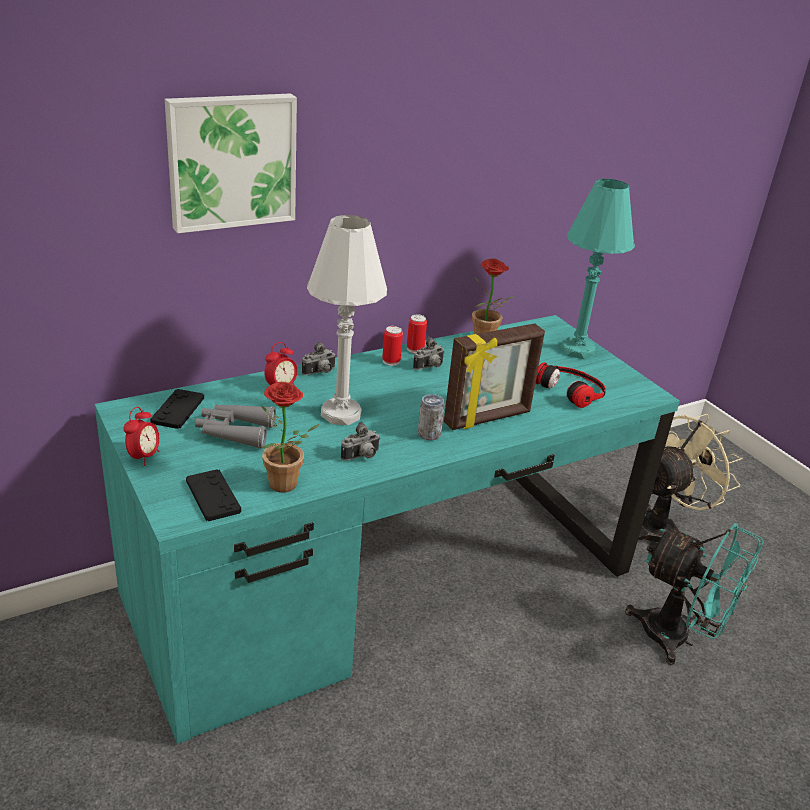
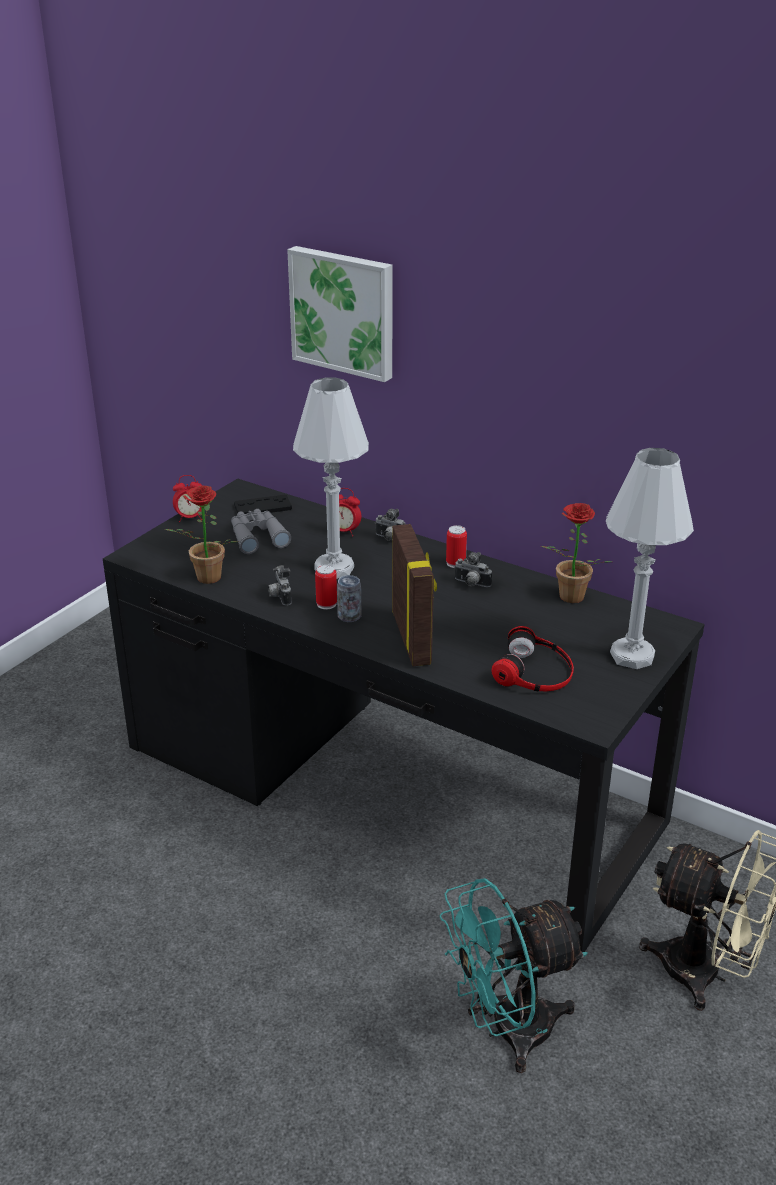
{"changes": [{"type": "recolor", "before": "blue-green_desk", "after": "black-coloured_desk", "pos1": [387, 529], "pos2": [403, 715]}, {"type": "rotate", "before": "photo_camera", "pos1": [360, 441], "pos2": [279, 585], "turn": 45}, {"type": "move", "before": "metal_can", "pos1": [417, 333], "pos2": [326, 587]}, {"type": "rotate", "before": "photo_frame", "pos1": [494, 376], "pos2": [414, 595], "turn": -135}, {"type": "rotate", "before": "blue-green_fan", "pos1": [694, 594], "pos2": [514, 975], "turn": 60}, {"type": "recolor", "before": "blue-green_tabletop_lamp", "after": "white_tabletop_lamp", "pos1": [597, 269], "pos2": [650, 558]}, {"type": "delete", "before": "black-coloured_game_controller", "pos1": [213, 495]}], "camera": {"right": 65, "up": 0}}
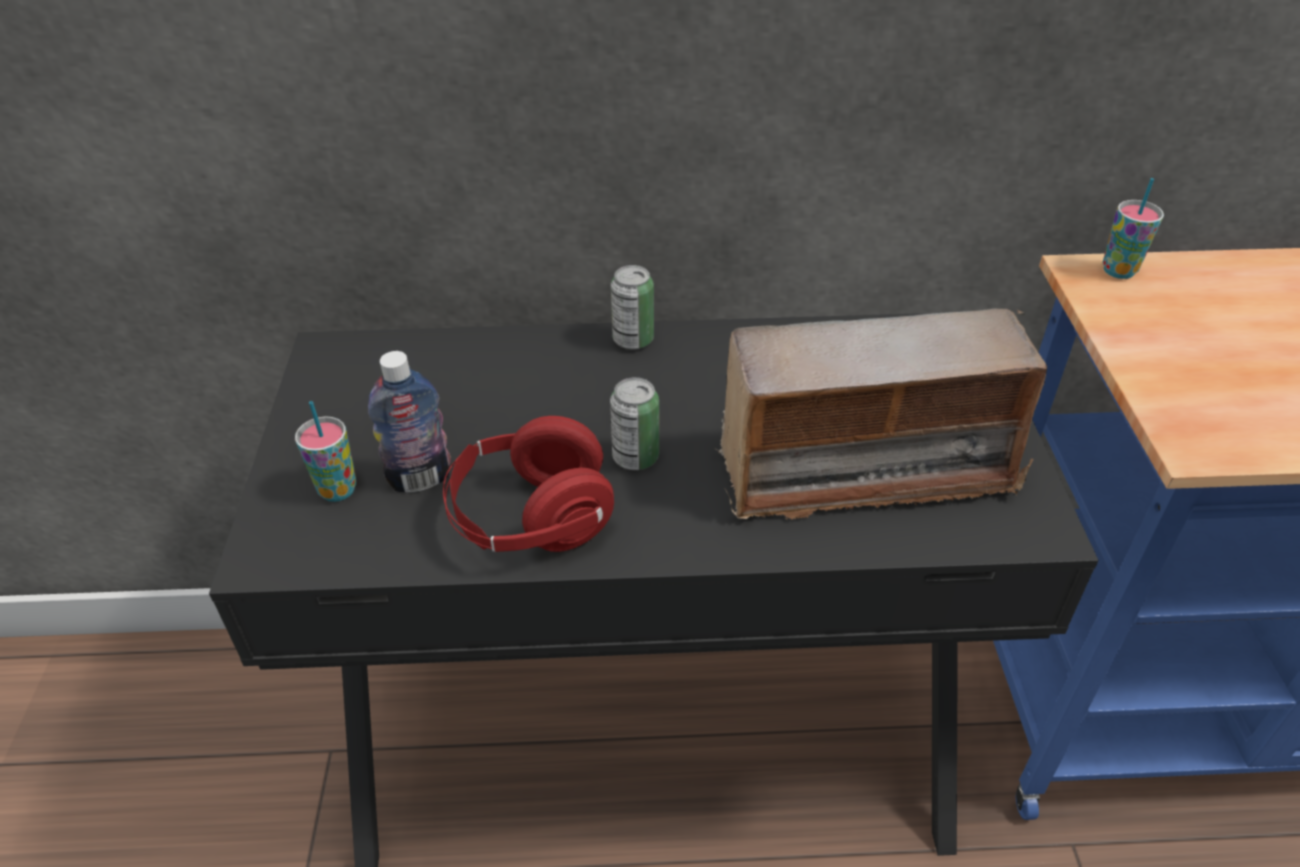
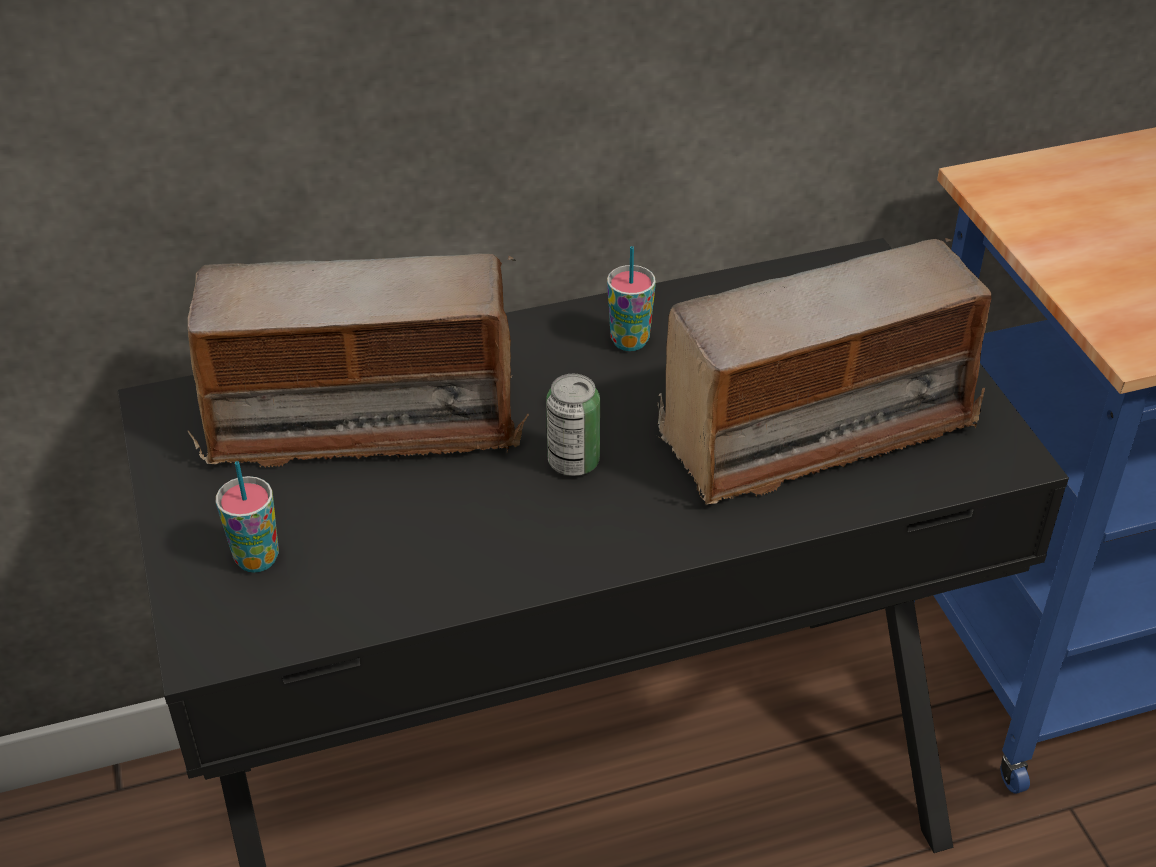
{"changes": [{"type": "insert", "after": "radio_set", "pos2": [358, 360]}, {"type": "move", "before": "small_cup", "pos1": [1133, 228], "pos2": [631, 298]}, {"type": "delete", "before": "beverage_bottle", "pos1": [409, 421]}, {"type": "delete", "before": "red_headphones", "pos1": [528, 484]}, {"type": "delete", "before": "metal_can", "pos1": [632, 307]}], "camera": {"right": -15, "up": 0}}
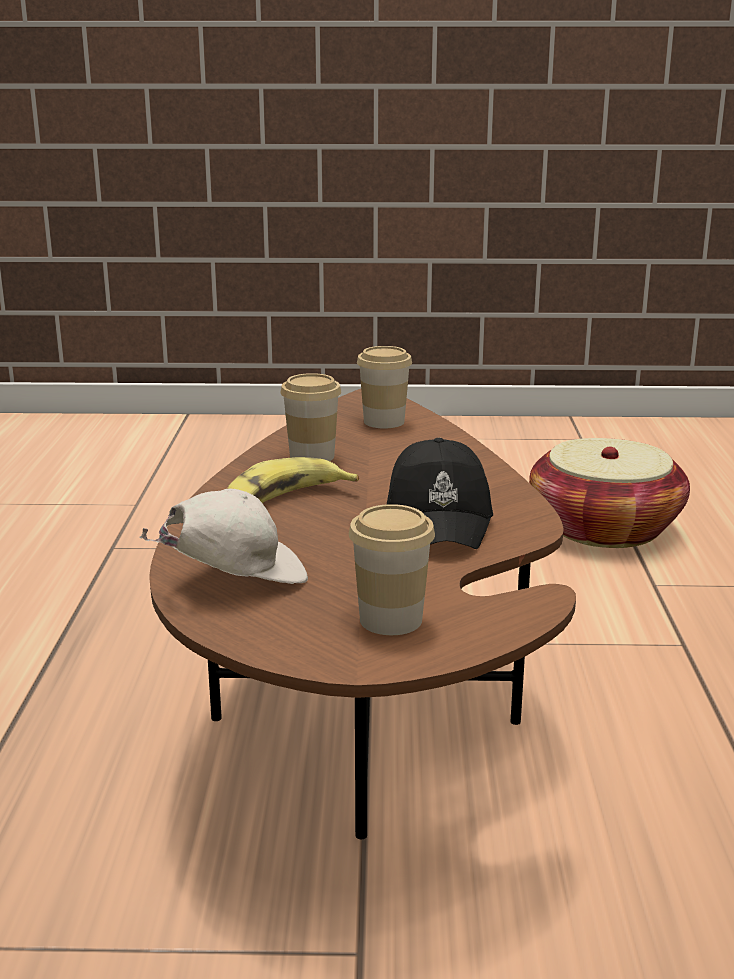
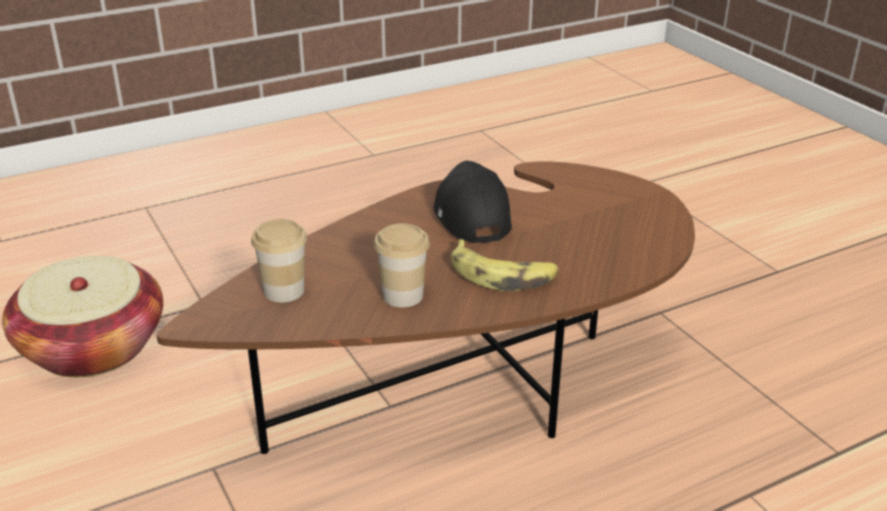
{"changes": [{"type": "rotate", "before": "black-coloured_cap", "pos1": [439, 493], "pos2": [472, 202], "turn": -75}, {"type": "delete", "before": "white_cap", "pos1": [223, 536]}, {"type": "delete", "before": "small_cup", "pos1": [392, 569]}], "camera": {"right": -120, "up": 10}}
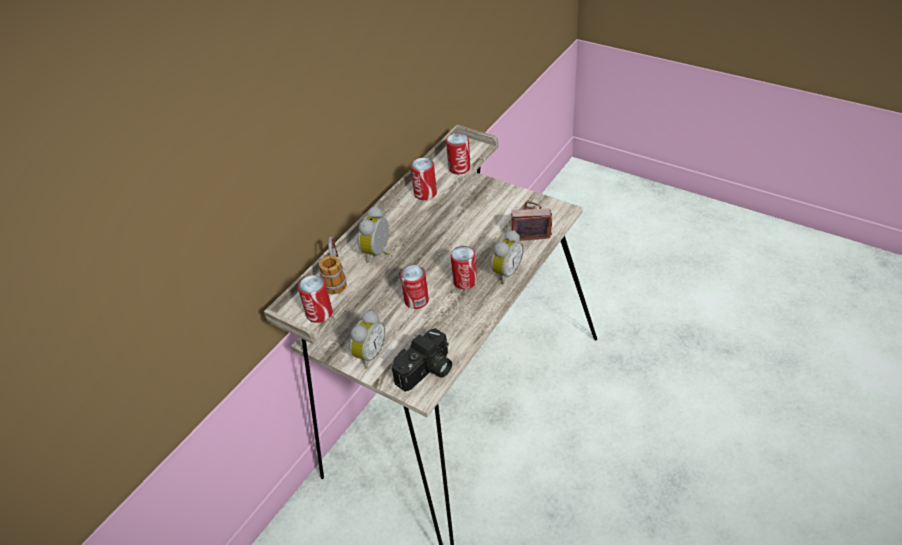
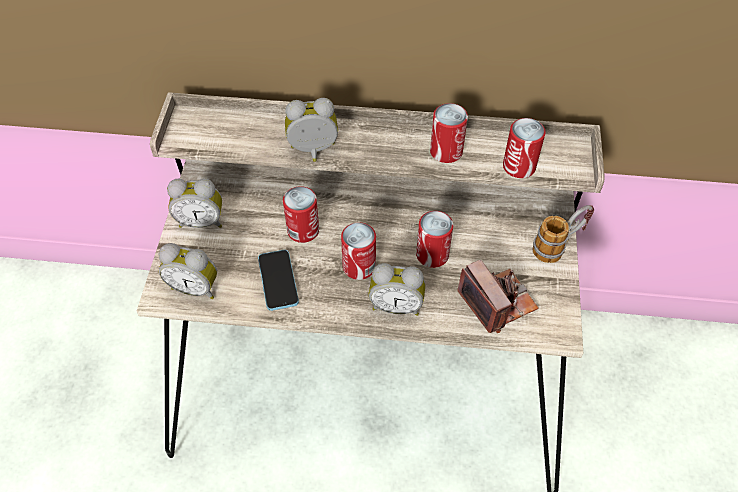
{"changes": [{"type": "replace", "before": "photo_camera", "after": "table_clock", "pos1": [422, 360], "pos2": [188, 271]}, {"type": "insert", "after": "telephone", "pos2": [278, 280]}, {"type": "move", "before": "metal_can", "pos1": [315, 299], "pos2": [434, 239]}, {"type": "move", "before": "mug", "pos1": [333, 265], "pos2": [563, 234]}], "camera": {"right": 60, "up": 10}}
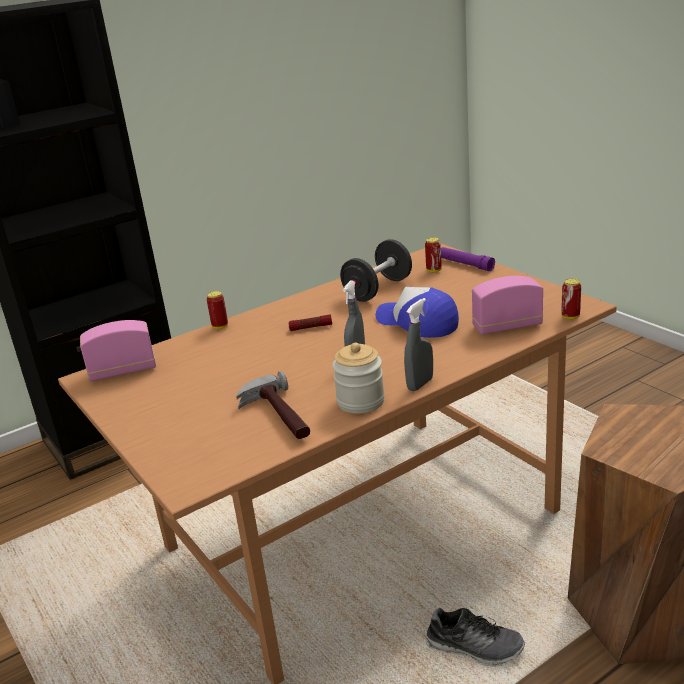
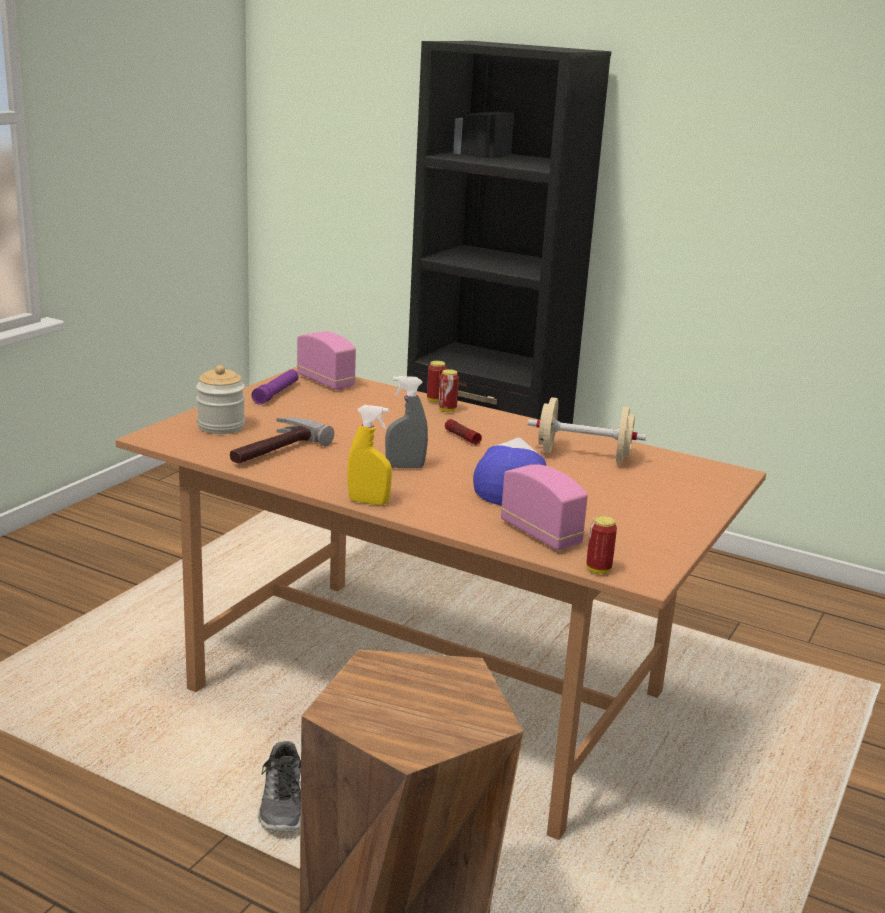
{"changes": [{"type": "move", "before": "preserve_jar", "pos1": [358, 378], "pos2": [220, 399]}, {"type": "move", "before": "purple_torch", "pos1": [468, 259], "pos2": [275, 387]}, {"type": "recolor", "before": "gray_hand_sprayer", "after": "yellow_hand_sprayer", "pos1": [418, 344], "pos2": [369, 455]}, {"type": "move", "before": "metal_can", "pos1": [433, 255], "pos2": [449, 390]}, {"type": "recolor", "before": "black-coloured_hand_weight", "after": "sand-coloured_hand_weight", "pos1": [376, 270], "pos2": [587, 430]}], "camera": {"right": 60, "up": -5}}
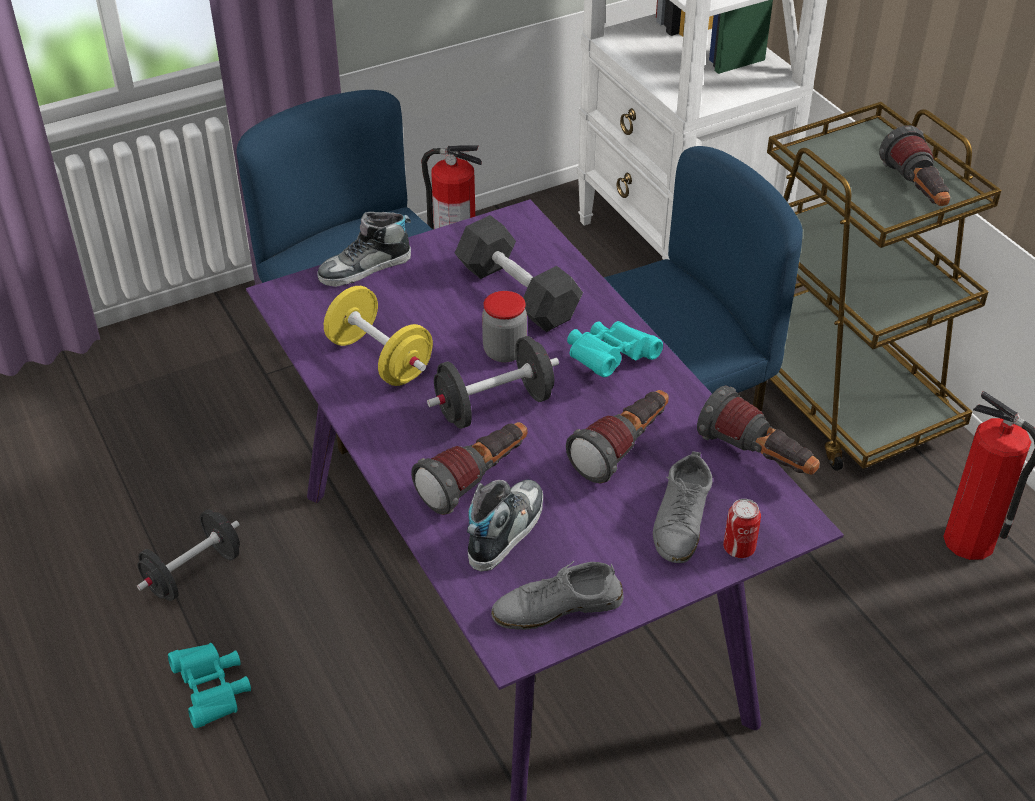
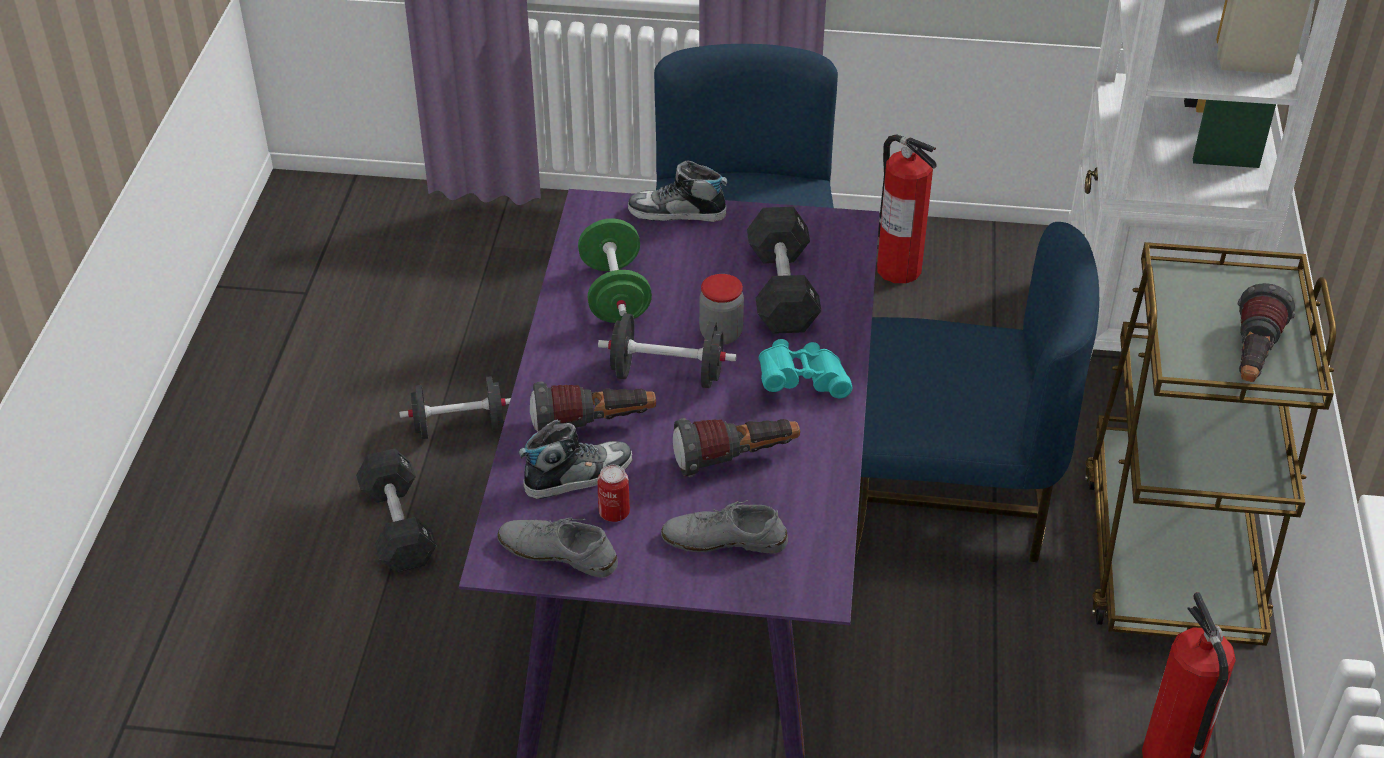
{"changes": [{"type": "replace", "before": "blue-green_pair_of_binoculars", "after": "black-coloured_hand_weight", "pos1": [209, 685], "pos2": [396, 511]}, {"type": "recolor", "before": "yellow_hand_weight", "after": "green-coloured_hand_weight", "pos1": [378, 336], "pos2": [615, 271]}, {"type": "move", "before": "metal_can", "pos1": [742, 528], "pos2": [613, 493]}, {"type": "rotate", "before": "gray_item_of_footwear", "pos1": [683, 507], "pos2": [724, 526], "turn": 45}, {"type": "delete", "before": "torch", "pos1": [758, 430]}], "camera": {"right": 35, "up": 0}}
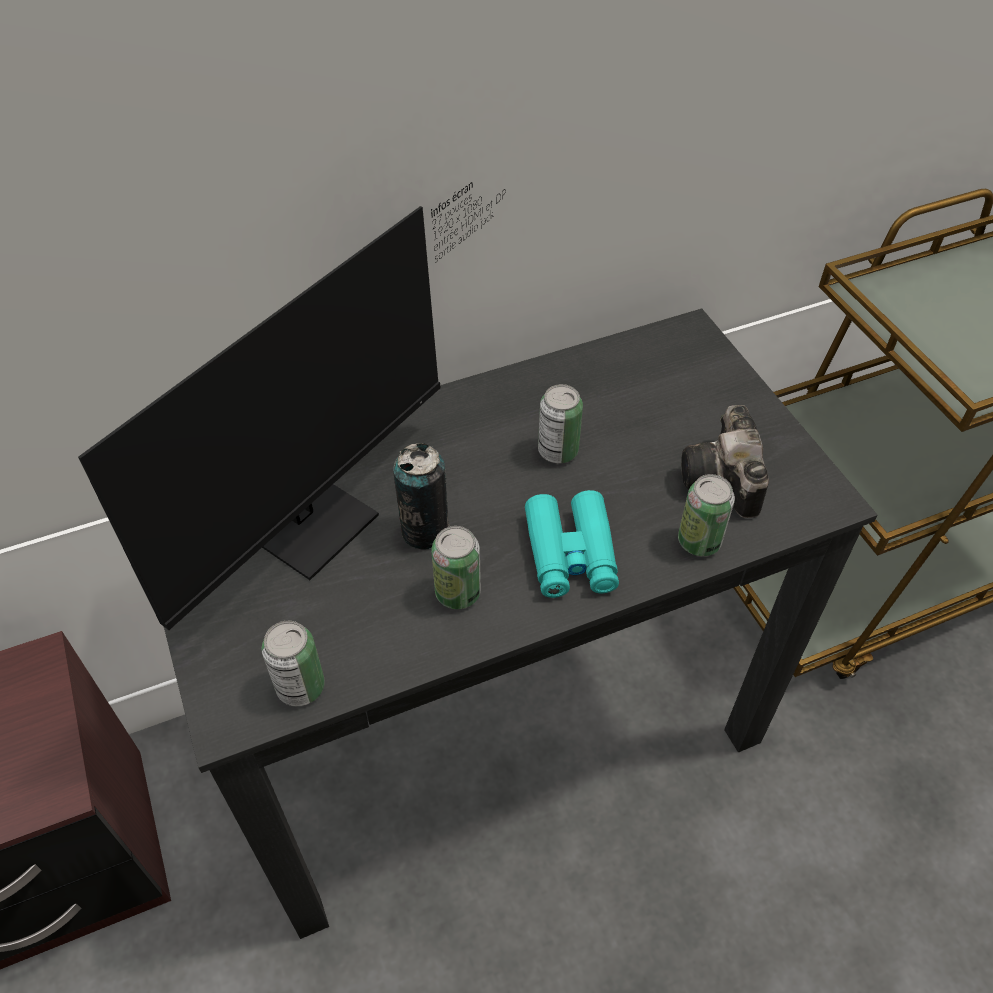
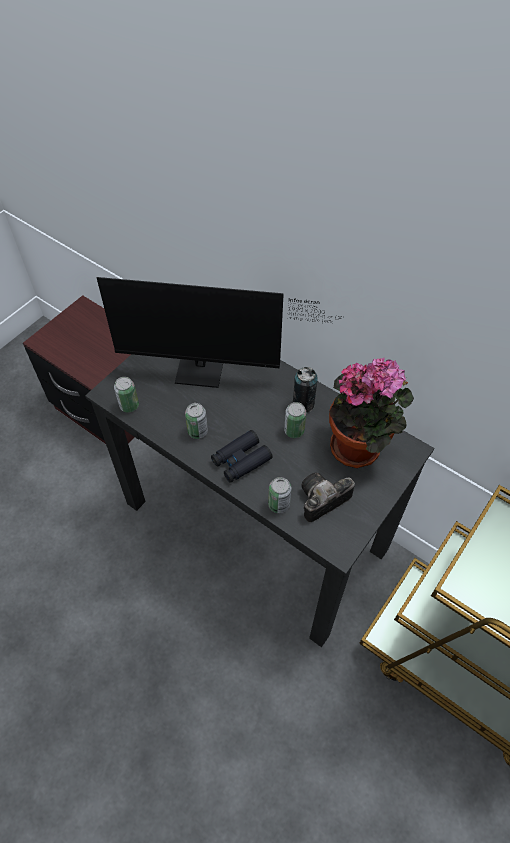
{"changes": [{"type": "recolor", "before": "blue-green_pair_of_binoculars", "after": "black-coloured_pair_of_binoculars", "pos1": [572, 544], "pos2": [242, 456]}, {"type": "move", "before": "metal_can", "pos1": [421, 496], "pos2": [305, 390]}, {"type": "insert", "after": "potted_plant", "pos2": [371, 413]}], "camera": {"right": 60, "up": 5}}
